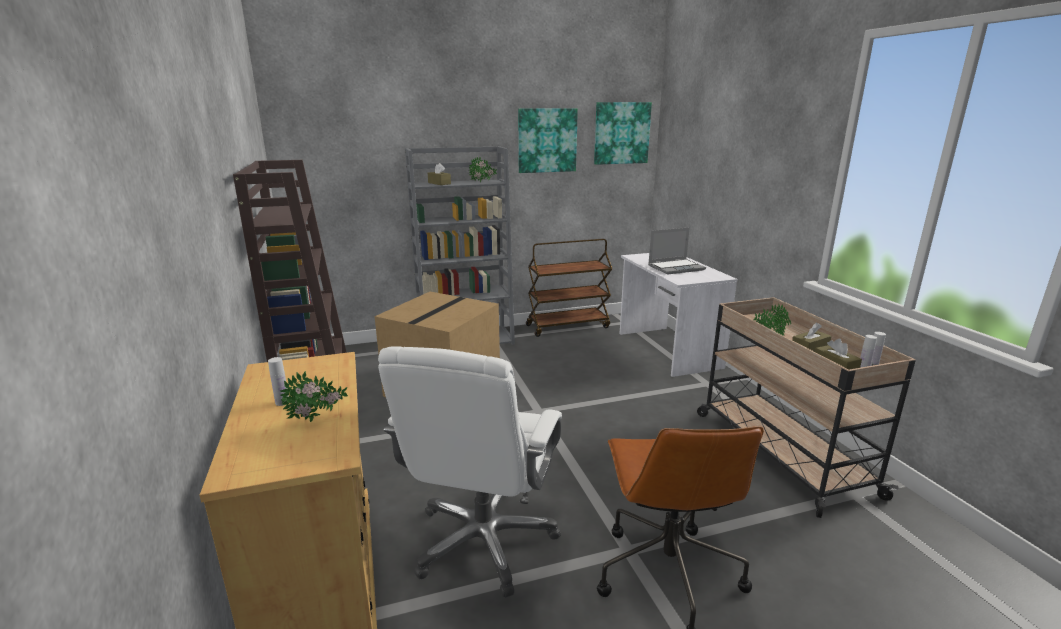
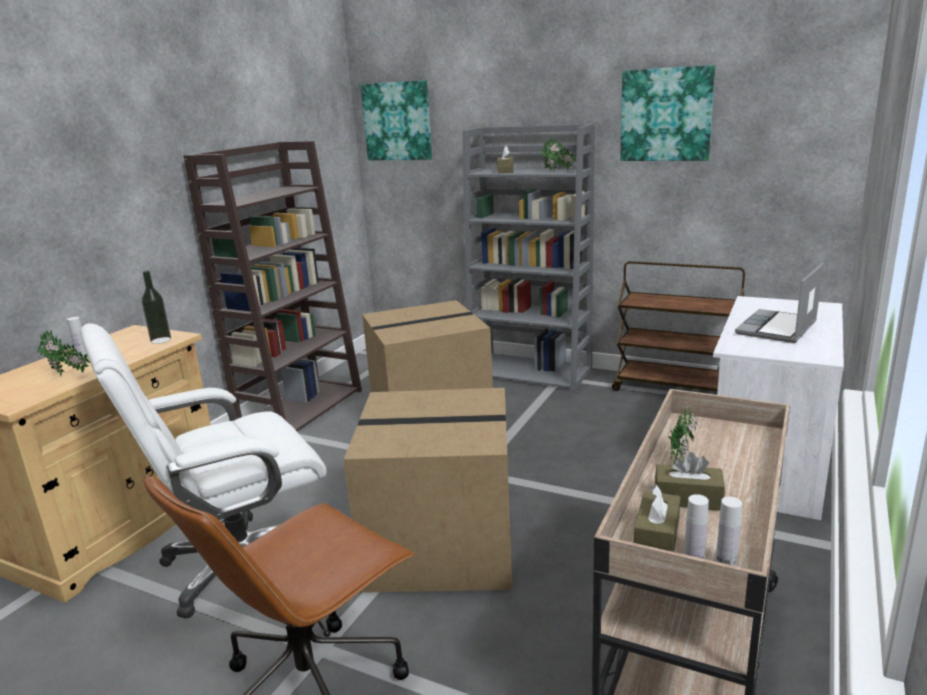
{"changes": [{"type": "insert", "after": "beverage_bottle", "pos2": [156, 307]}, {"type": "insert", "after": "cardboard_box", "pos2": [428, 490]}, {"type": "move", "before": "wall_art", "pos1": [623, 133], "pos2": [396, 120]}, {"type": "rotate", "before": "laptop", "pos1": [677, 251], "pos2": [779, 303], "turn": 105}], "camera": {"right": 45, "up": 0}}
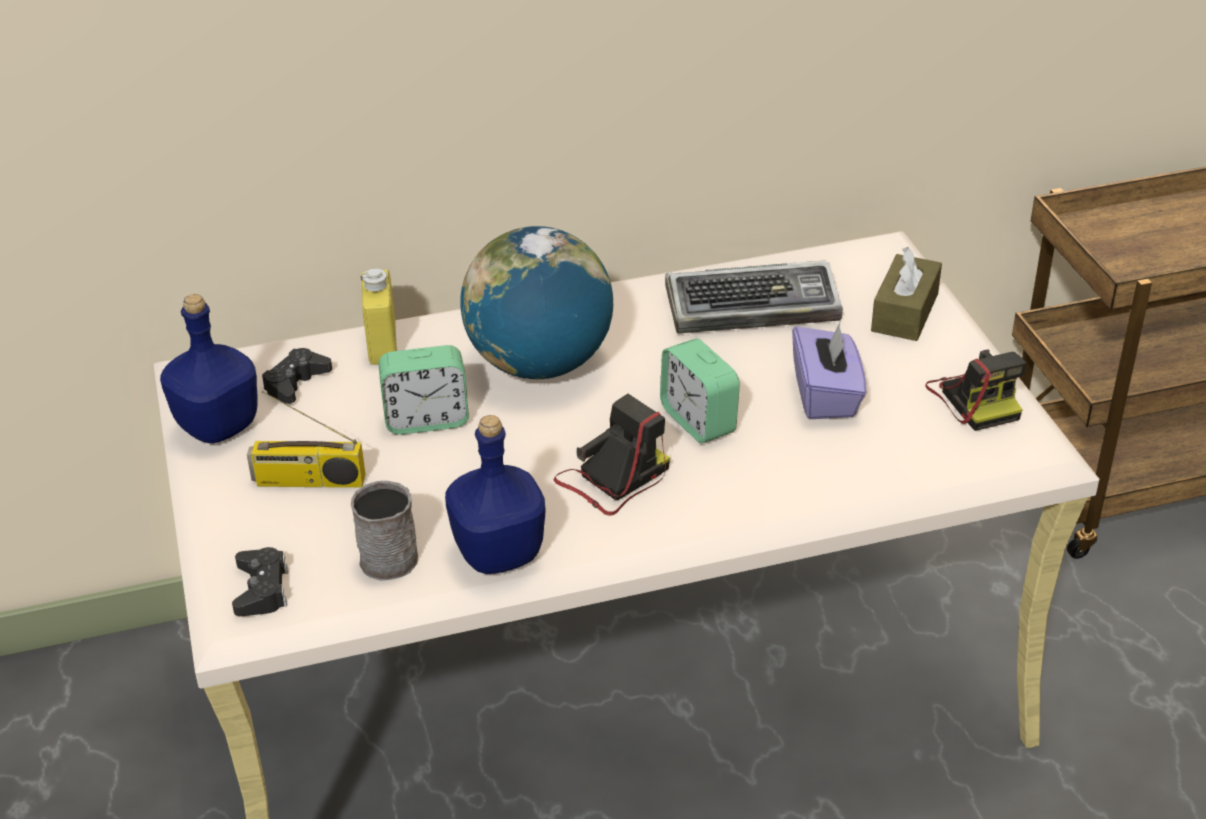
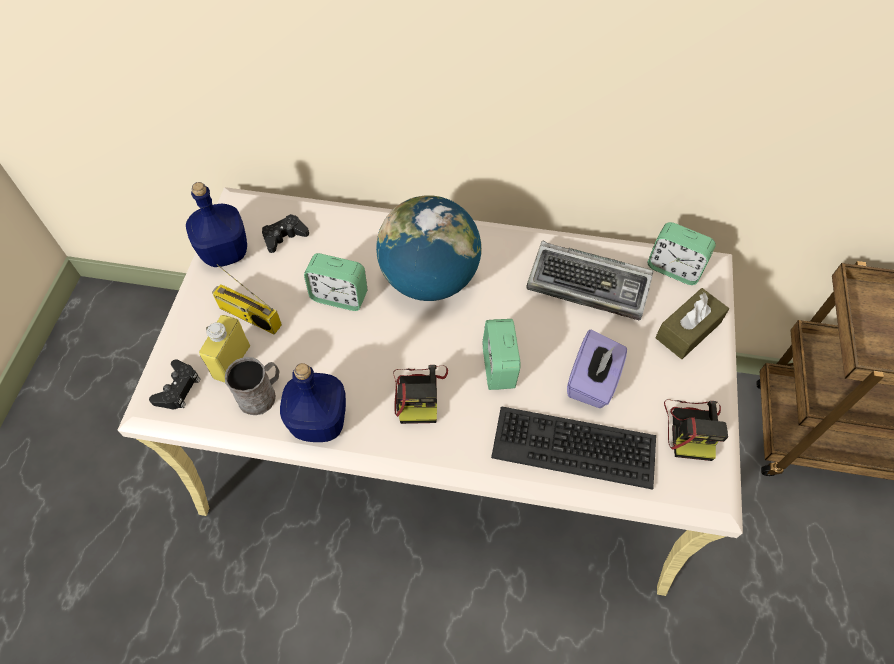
{"changes": [{"type": "move", "before": "yellow_beverage_bottle", "pos1": [379, 316], "pos2": [224, 349]}, {"type": "rotate", "before": "photo_camera", "pos1": [612, 455], "pos2": [421, 394], "turn": 105}, {"type": "insert", "after": "computer_keyboard", "pos2": [573, 448]}, {"type": "insert", "after": "table_clock", "pos2": [681, 253]}], "camera": {"right": 25, "up": 20}}
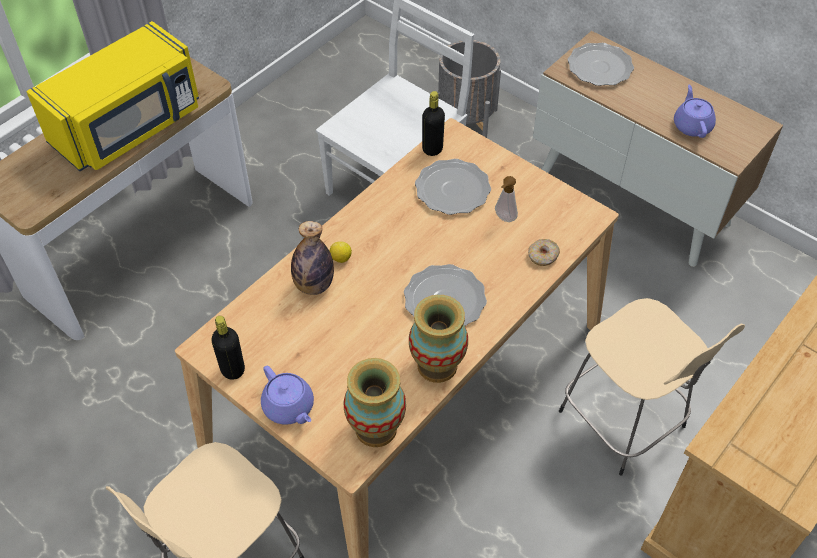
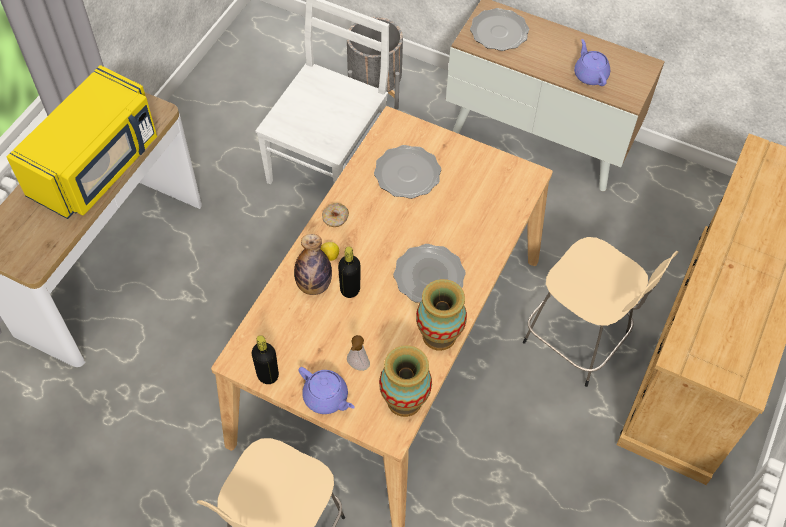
{"changes": [{"type": "move", "before": "ring_doughnut", "pos1": [544, 252], "pos2": [335, 215]}, {"type": "move", "before": "black-coloured_beverage_bottle", "pos1": [433, 123], "pos2": [349, 272]}, {"type": "move", "before": "liquid_soap_bottle", "pos1": [506, 199], "pos2": [358, 353]}], "camera": {"right": -15, "up": 5}}
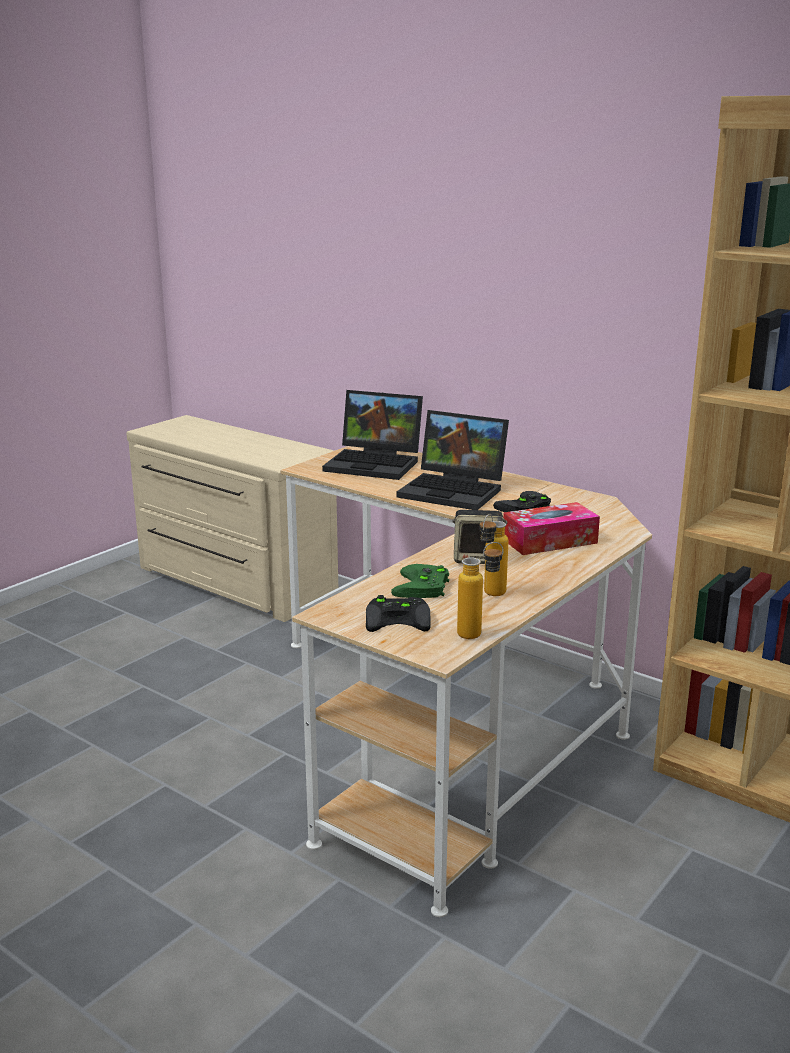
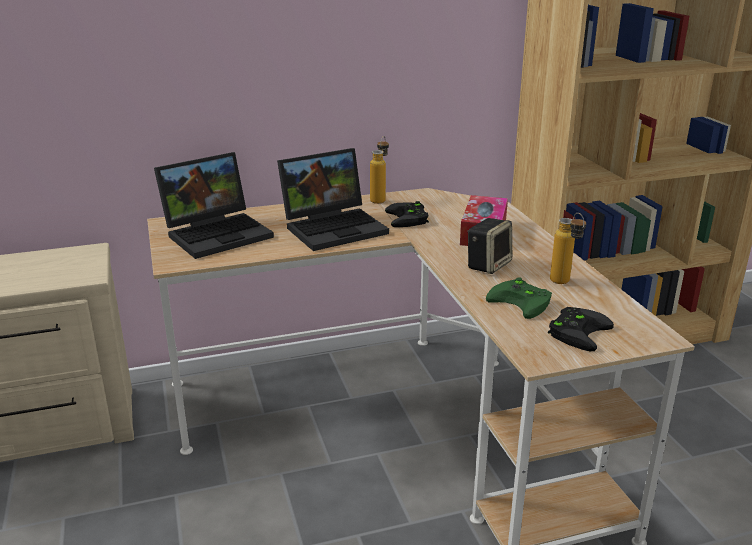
{"changes": [{"type": "move", "before": "beverage_bottle", "pos1": [480, 590], "pos2": [379, 170]}], "camera": {"right": -55, "up": 5}}
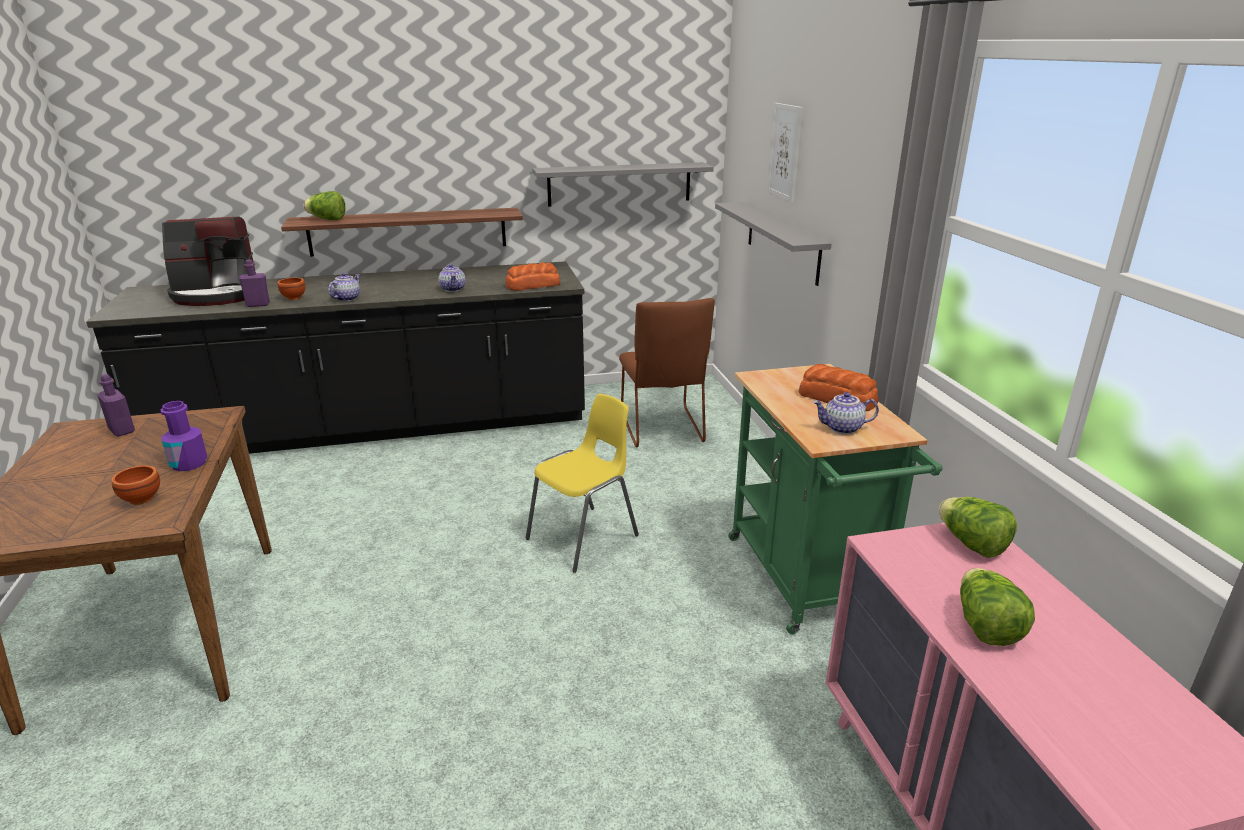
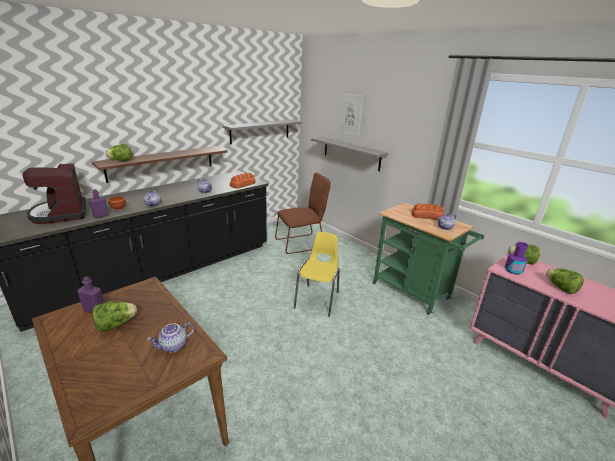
{"changes": [{"type": "rotate", "before": "coffee_maker", "pos1": [209, 261], "pos2": [54, 193], "turn": 105}, {"type": "insert", "after": "lettuce", "pos2": [114, 316]}, {"type": "replace", "before": "brown-coloured_bowl", "after": "tea_pot", "pos1": [136, 485], "pos2": [171, 337]}, {"type": "rotate", "before": "brown-coloured_plain_chair", "pos1": [667, 372], "pos2": [303, 213], "turn": -75}, {"type": "move", "before": "purple_beverage_bottle", "pos1": [184, 436], "pos2": [517, 258]}], "camera": {"right": -30, "up": 0}}
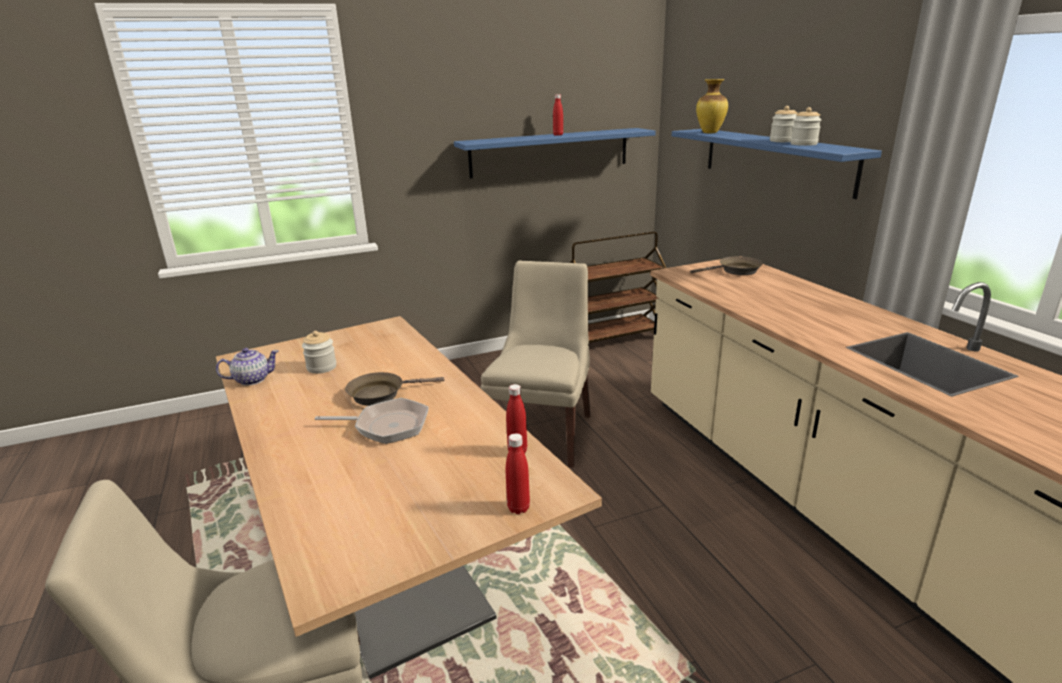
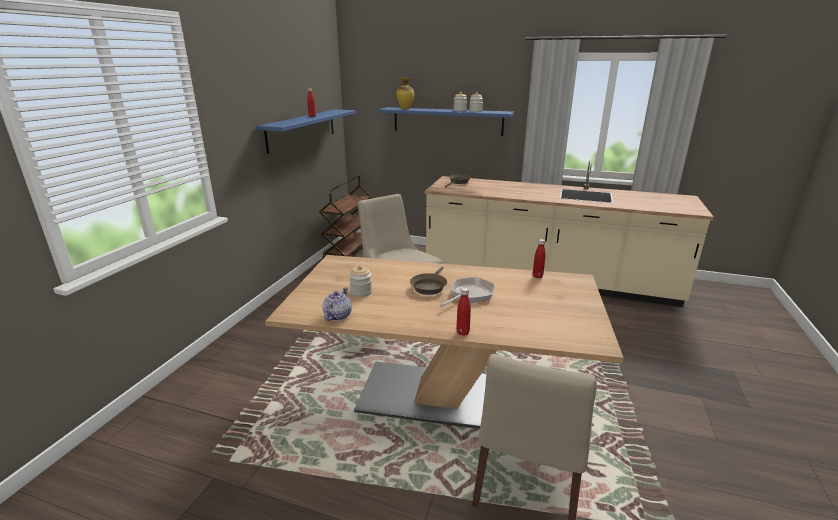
{"changes": [{"type": "move", "before": "red_beverage_bottle", "pos1": [518, 473], "pos2": [463, 312]}], "camera": {"right": -50, "up": 0}}
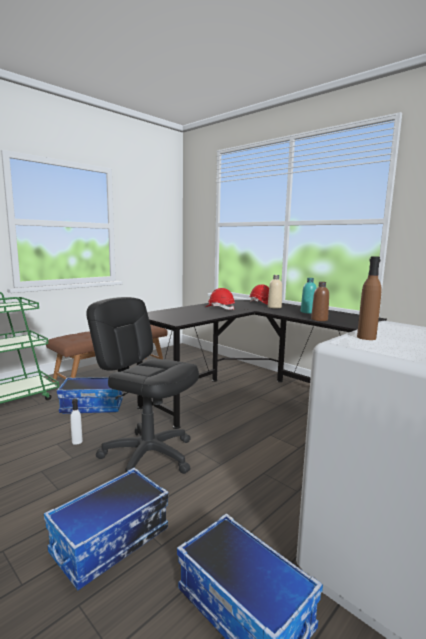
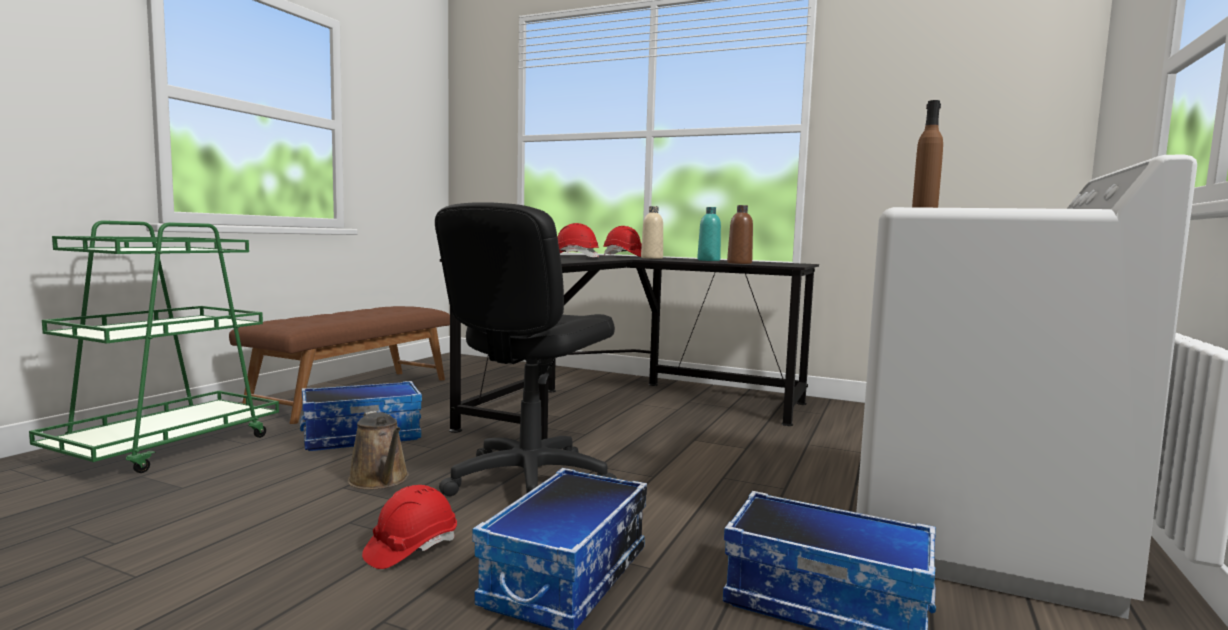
{"changes": [{"type": "replace", "before": "white_beverage_bottle", "after": "brown-coloured_sprinkling_can", "pos1": [76, 422], "pos2": [378, 450]}, {"type": "insert", "after": "red_safety_helmet", "pos2": [409, 527]}, {"type": "rotate", "before": "black-coloured_computer_chair", "pos1": [142, 385], "pos2": [526, 349], "turn": -75}], "camera": {"right": -20, "up": -5}}
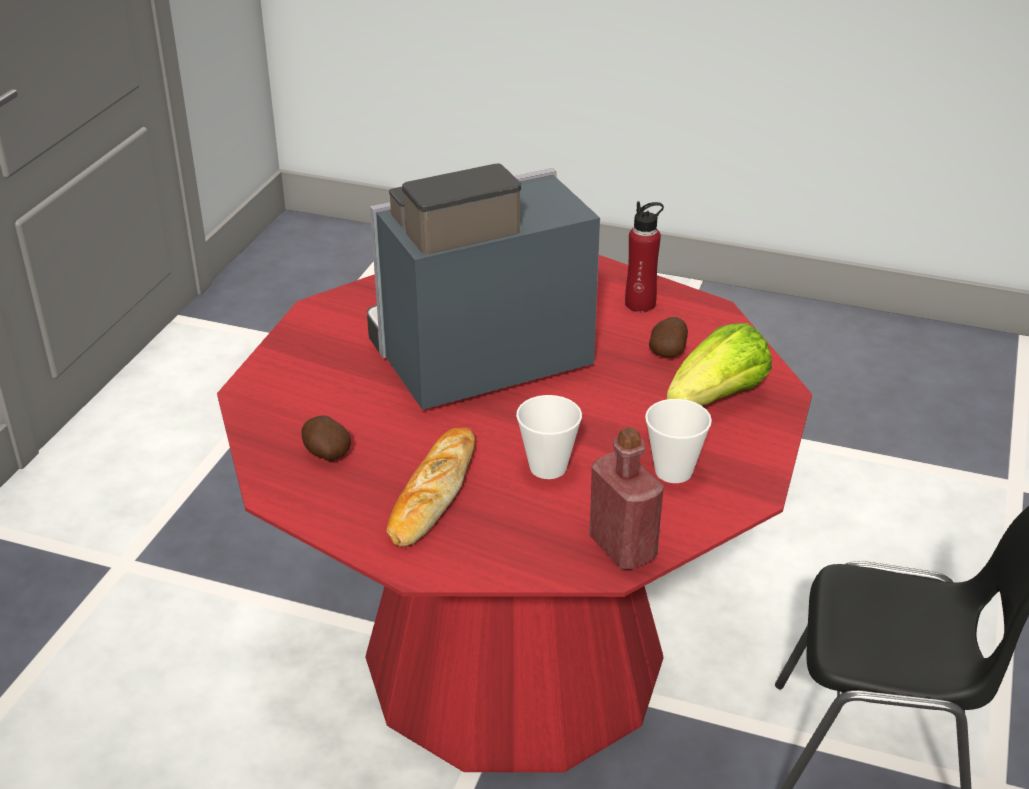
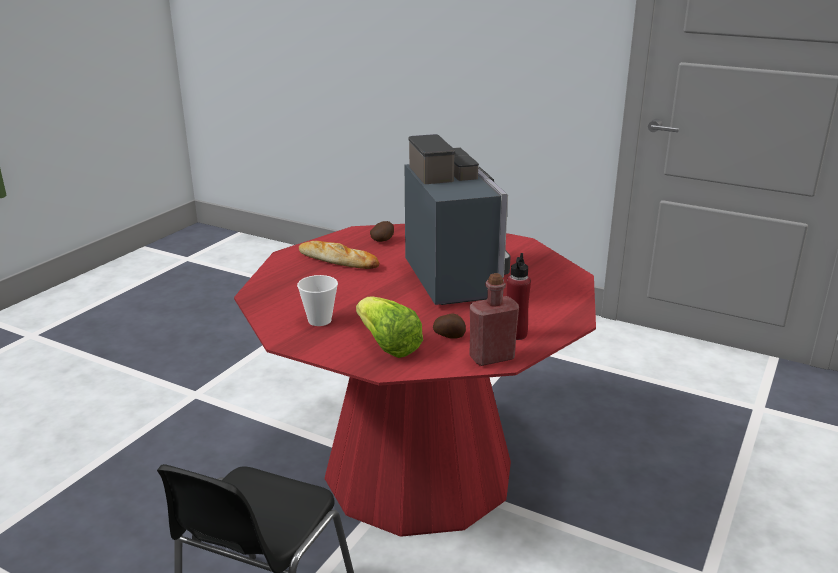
{"changes": [{"type": "move", "before": "red_beverage_bottle", "pos1": [626, 498], "pos2": [494, 319]}, {"type": "delete", "before": "small_cup", "pos1": [549, 437]}], "camera": {"right": 100, "up": -10}}
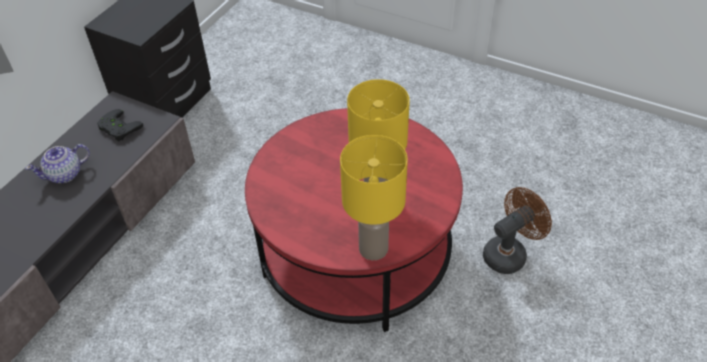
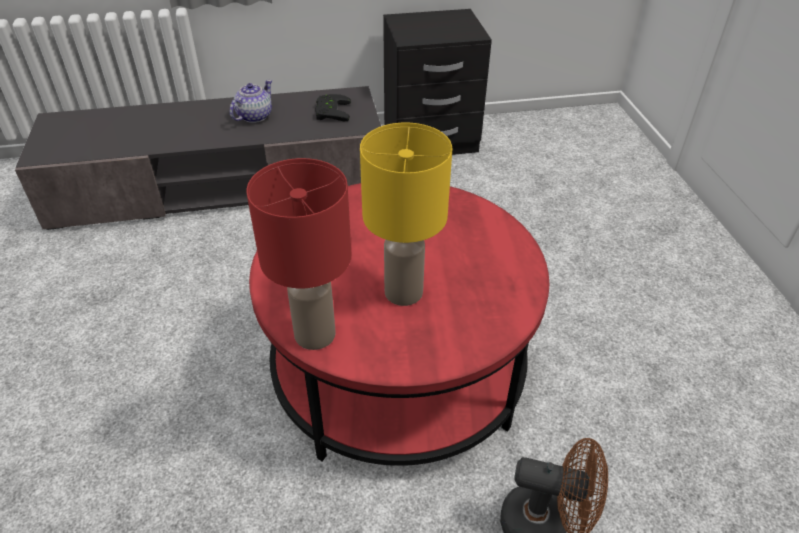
{"changes": [{"type": "rotate", "before": "tea_pot", "pos1": [57, 163], "pos2": [251, 101], "turn": 105}, {"type": "recolor", "before": "yellow_tabletop_lamp", "after": "red_tabletop_lamp", "pos1": [374, 197], "pos2": [299, 254]}], "camera": {"right": 50, "up": -5}}
